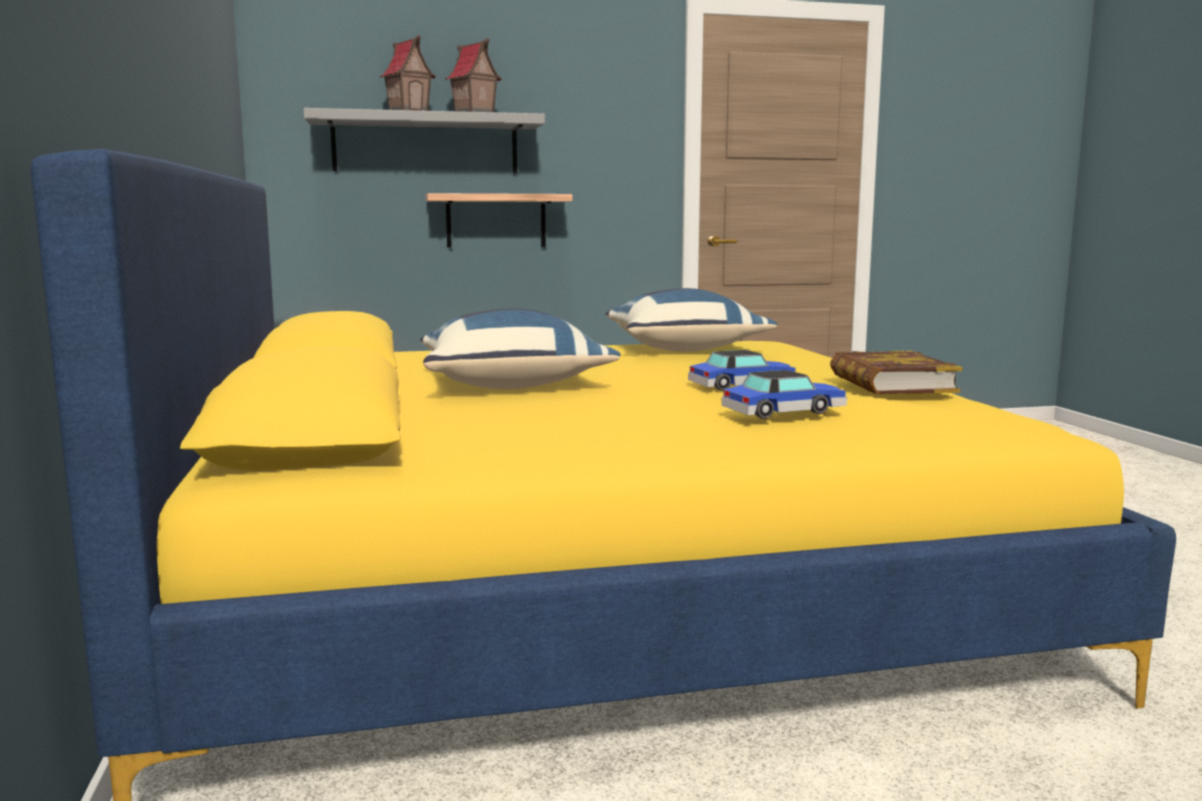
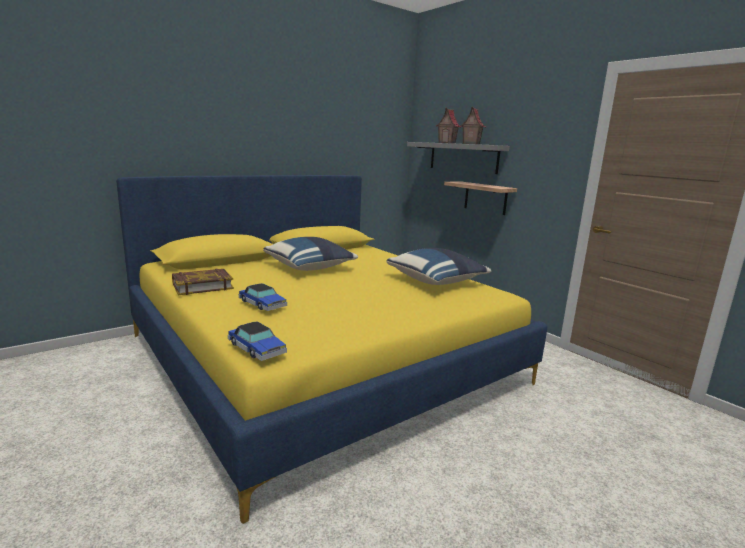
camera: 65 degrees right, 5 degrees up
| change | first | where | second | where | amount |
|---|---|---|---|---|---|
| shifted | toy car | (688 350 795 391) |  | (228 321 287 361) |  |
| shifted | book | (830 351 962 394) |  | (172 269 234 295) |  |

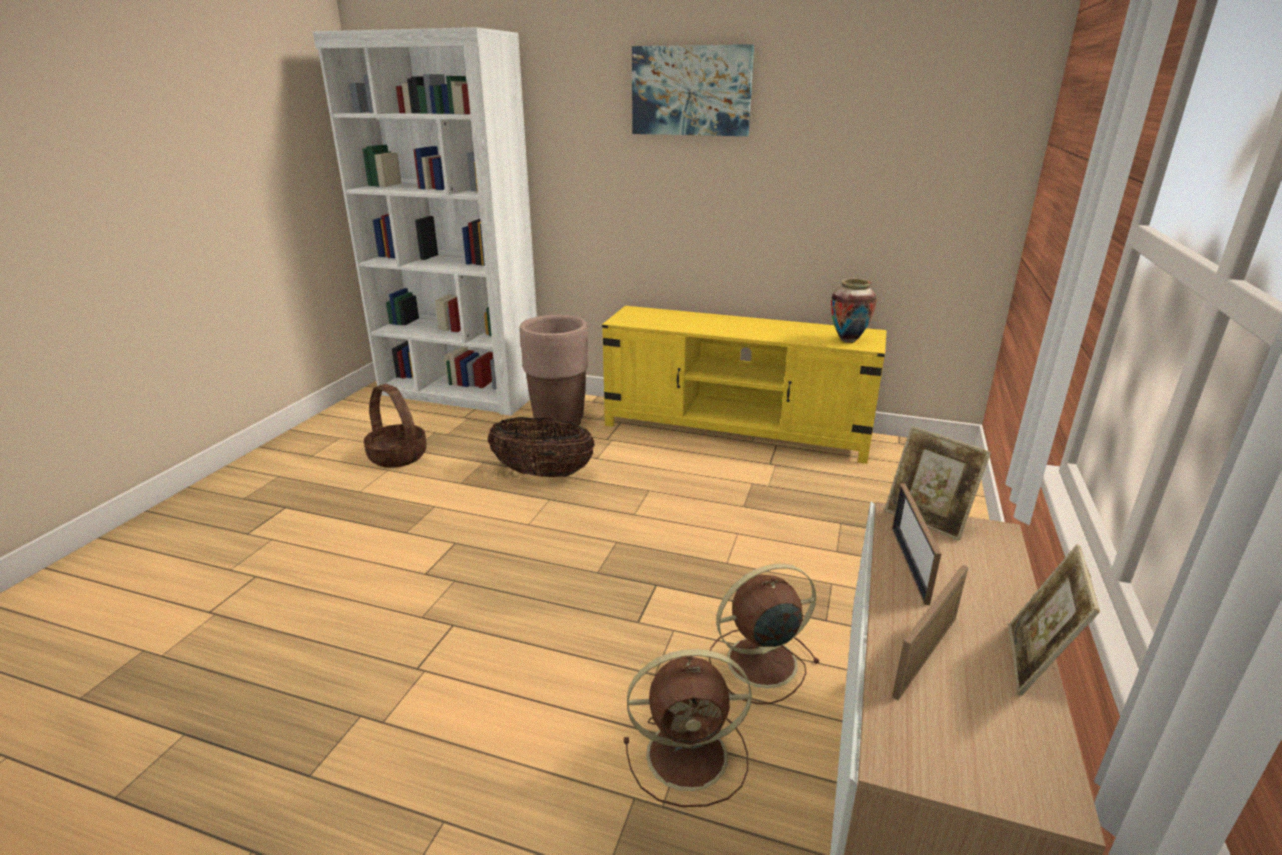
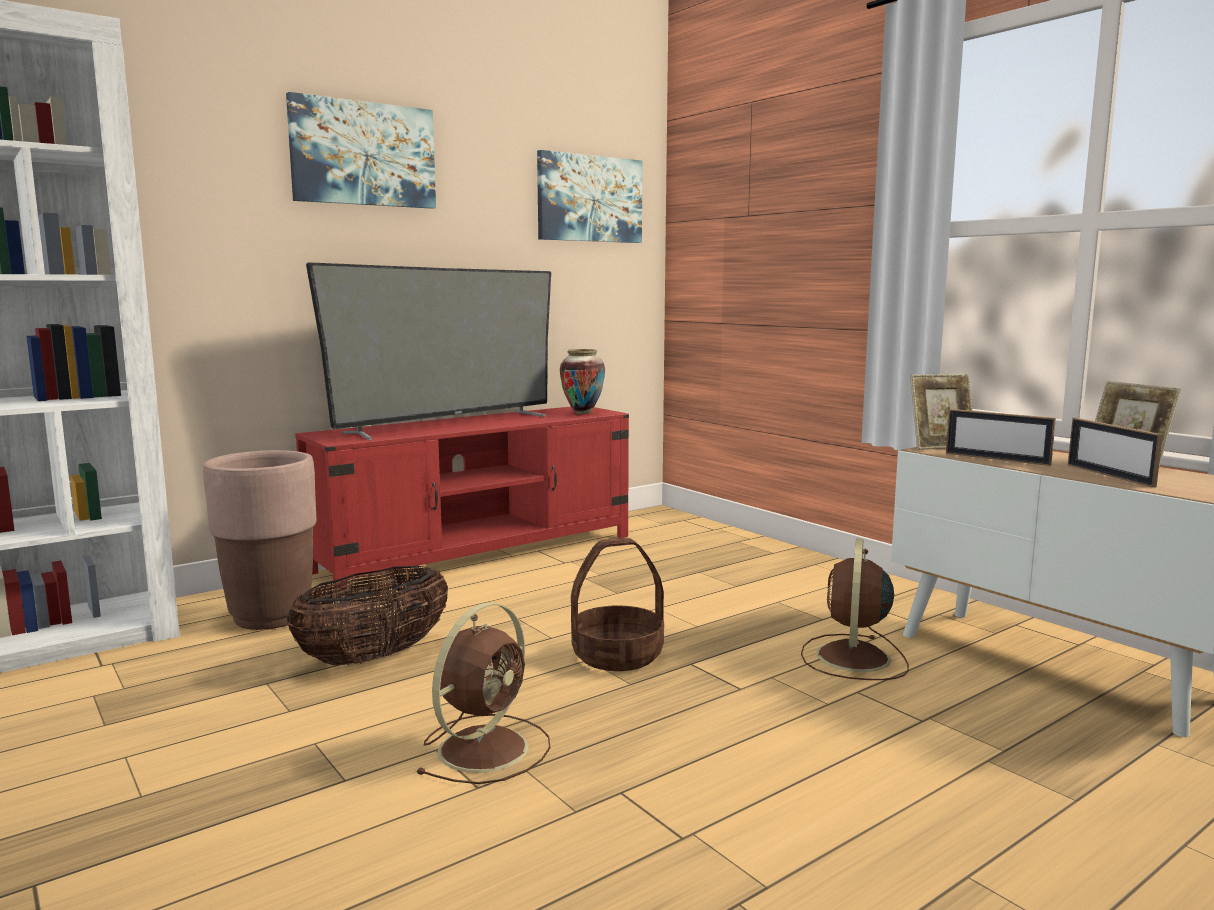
camera: 55 degrees left, 15 degrees down
| change | first | where | second | where | amount |
|---|---|---|---|---|---|
| shifted | basket | (364 384 427 468) |  | (571 537 664 671) |  |
| repainted | yellow tv stand | (602 306 887 464) | red tv stand | (295 407 629 593) |  |
| shifted | brown fan | (624 649 752 807) |  | (415 603 550 784) |  |
| new |  |  | television | (306 262 551 440) |  |
| new |  |  | picture | (537 150 642 243) |  |

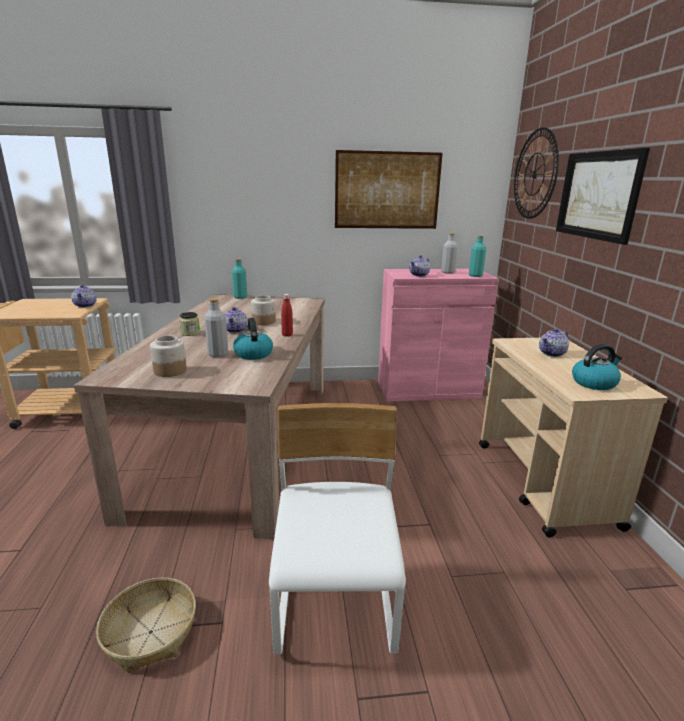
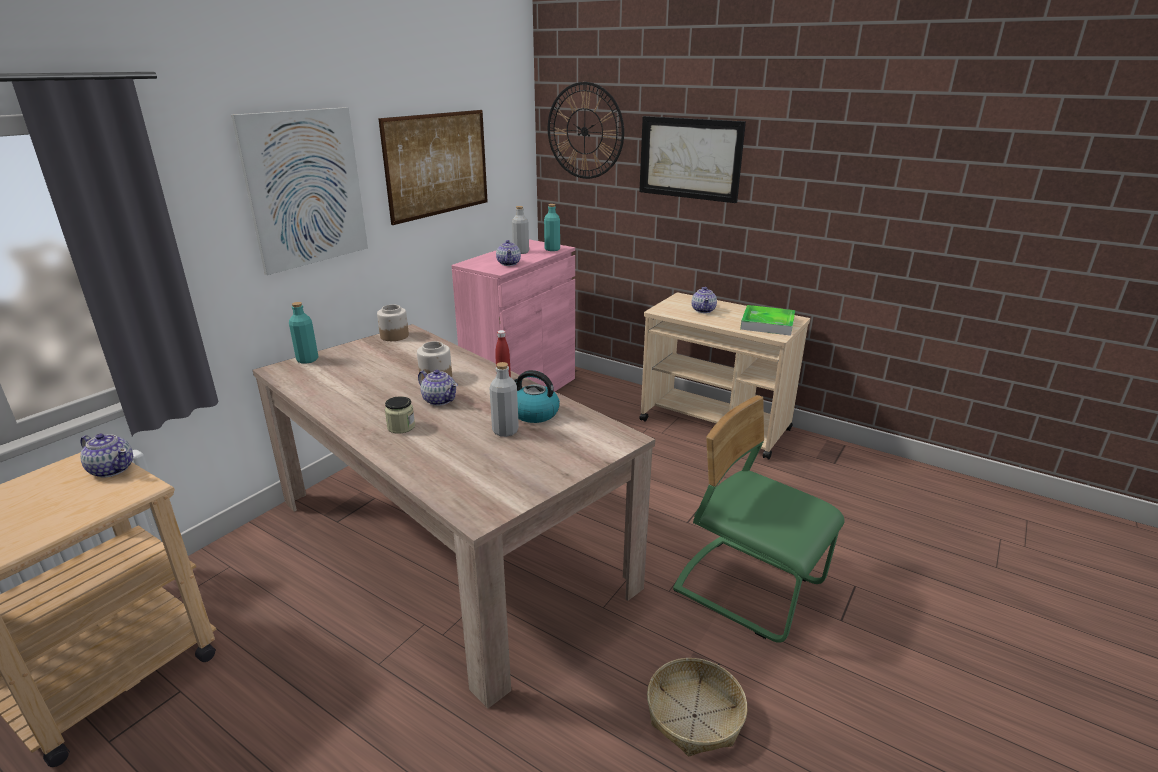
camera: 50 degrees left, 5 degrees up
| change | first | where | second | where | amount |
|---|---|---|---|---|---|
| shifted | jar | (150 335 187 377) |  | (377 305 409 341) |  |
| repainted | white chair | (269 403 406 654) | green chair | (673 395 845 643) |  |
| swapped | kettle | (572 344 622 390) | tray | (740 305 795 336) |  |
| new |  |  | picture | (231 107 368 275) |  |

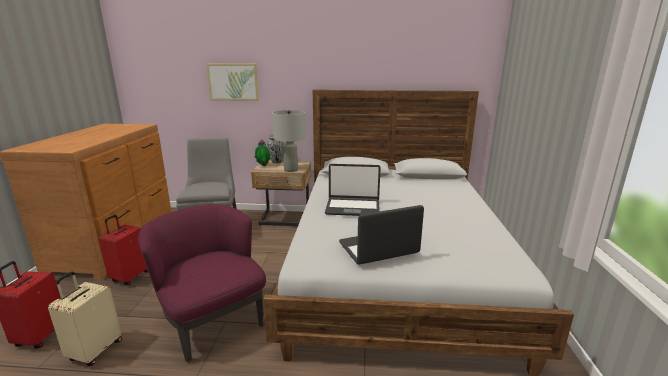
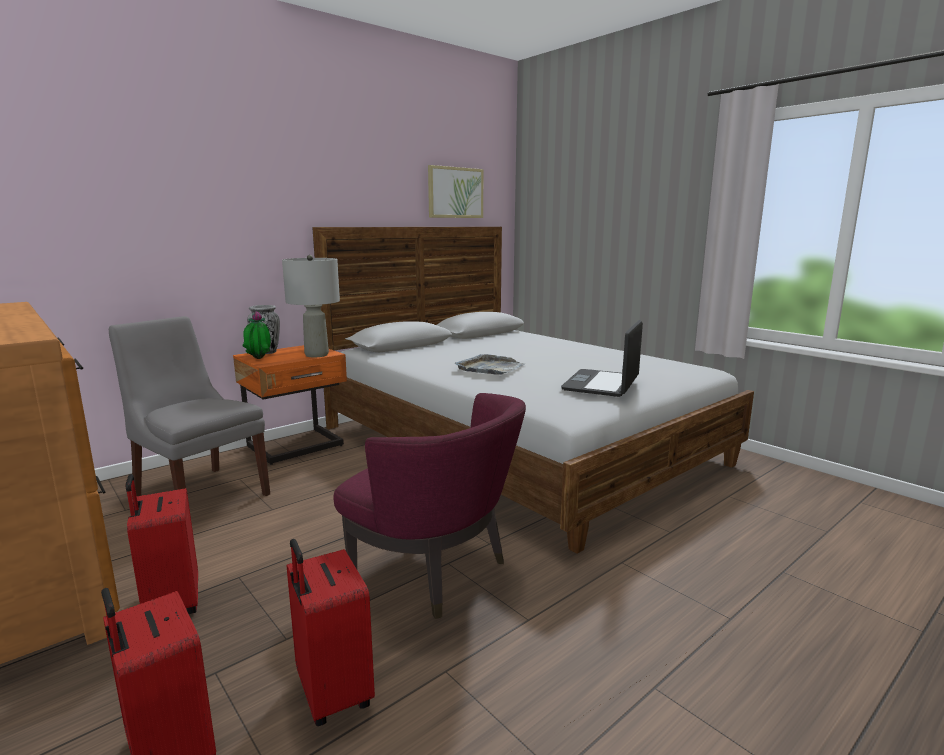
camera: 45 degrees left, 5 degrees down
| change | first | where | second | where | amount |
|---|---|---|---|---|---|
| repainted | beige suitcase | (48 272 122 366) | red suitcase | (287 539 375 726) |  |
| rotated | purple armchair | (138 205 266 363) |  | (333 393 526 619) | 150 degrees counterclockwise |
| shifted | picture | (206 63 259 101) |  | (428 165 483 218) |  |
| repainted | beige nightstand | (251 160 311 226) | orange nightstand | (233 345 347 465) |  |
| swapped | laptop | (325 164 381 216) | grey tray | (455 354 526 375) |  |

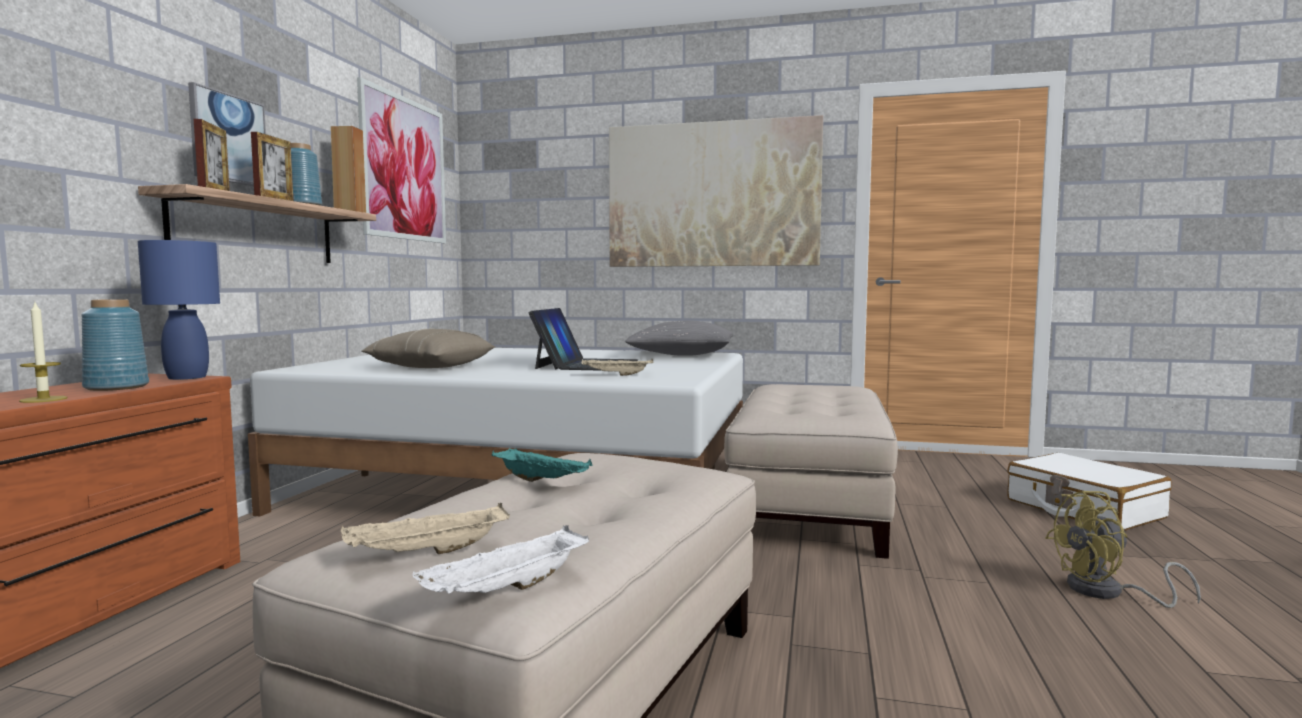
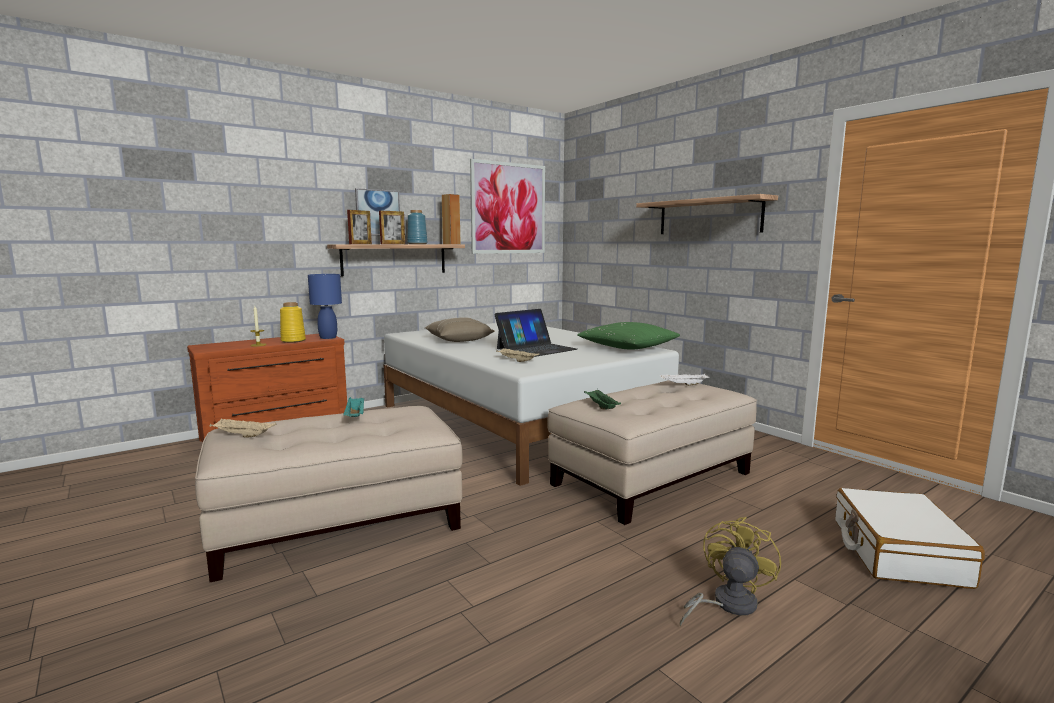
camera: 40 degrees right, 5 degrees up
| change | first | where | second | where | amount |
|---|---|---|---|---|---|
| repainted | blue vase | (82 299 149 391) | yellow vase | (280 302 306 343) |  |
| shifted | white tray | (413 525 589 594) |  | (660 373 709 386) |  |
| swapped | picture | (609 115 823 267) | shelf | (636 194 778 234) |  |
| repainted | grey pillow | (625 321 733 356) | green pillow | (577 322 680 350) |  |
| rotated | yellow fan | (1046 491 1201 608) |  | (680 517 781 627) | 90 degrees clockwise |
| new |  |  | green tray | (584 389 621 409) |  |

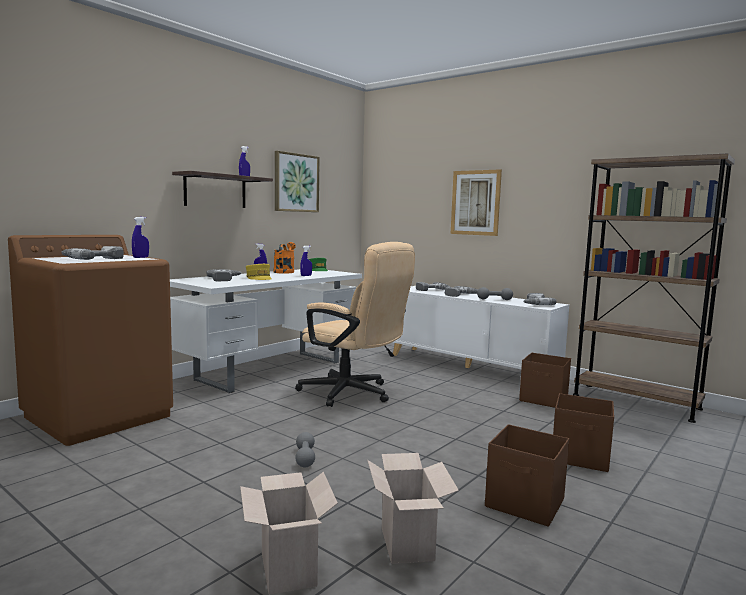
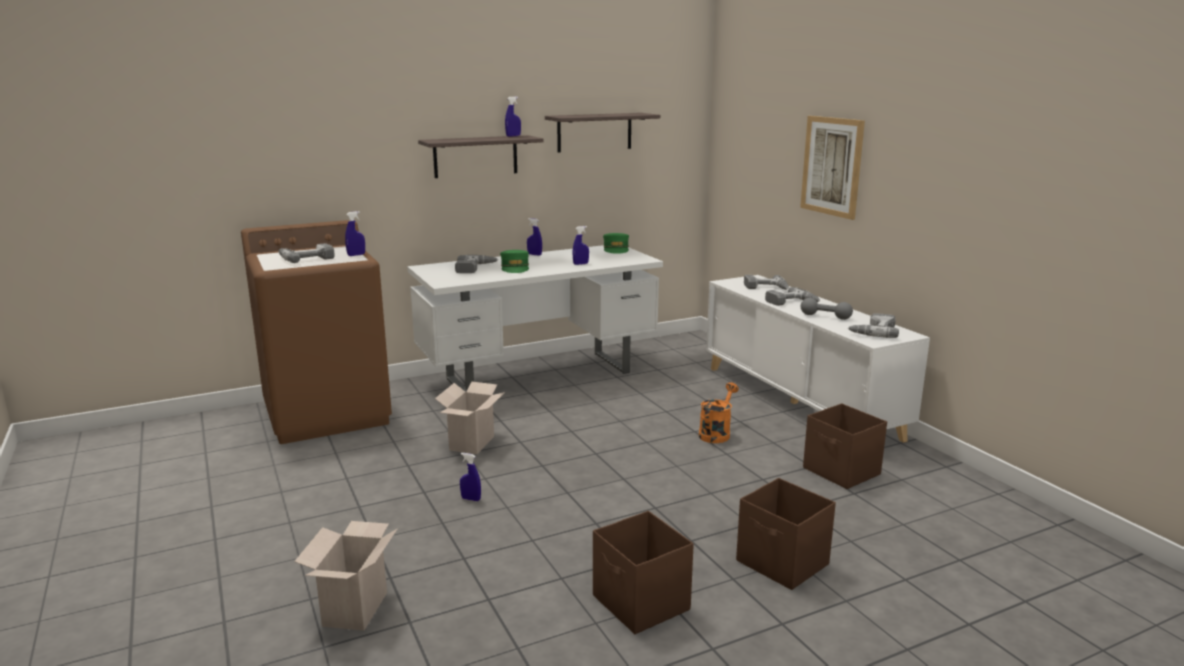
camera: 25 degrees right, 10 degrees up
| change | first | where | second | where | amount |
|---|---|---|---|---|---|
| repainted | yellow cap | (246 264 272 280) | green cap | (500 250 529 273) |  |
| shifted | orange watering can | (273 242 296 274) |  | (699 382 739 443) |  |
| swapped | picture | (275 151 320 212) | shelf | (545 113 660 153) |  |
| gone | beige office chair | (295 242 415 407) |  |  |  |
| swapped | grey dumbbell | (295 432 315 467) | blue spray bottle | (460 453 481 501) |  |
| shifted | cardboard box | (367 453 459 564) |  | (435 382 505 454) |  |
| gone | brown bookcase | (573 153 735 423) |  |  |  |

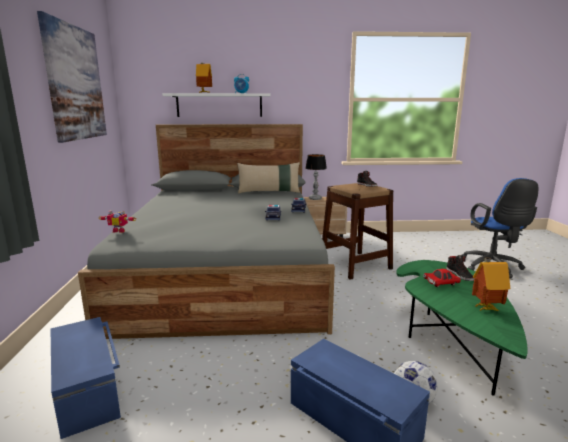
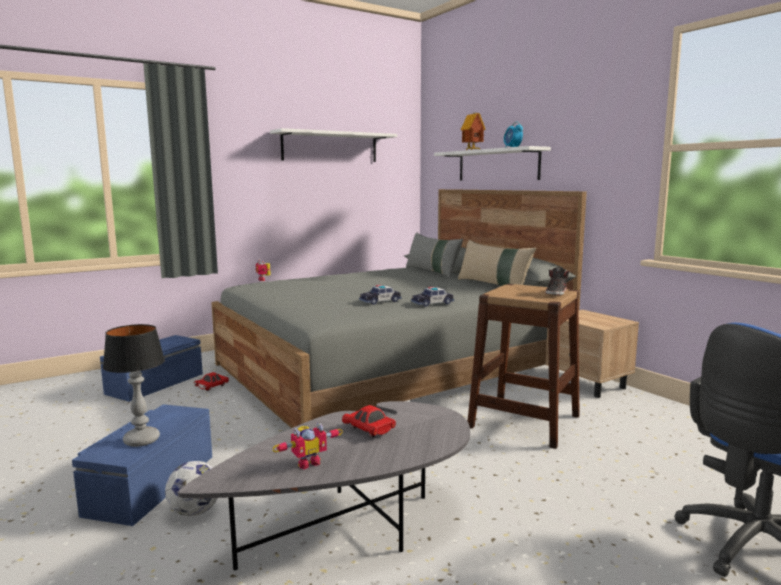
camera: 60 degrees right, 5 degrees down
| change | first | where | second | where | amount |
|---|---|---|---|---|---|
| swapped | picture | (37 11 107 143) | white shelf | (270 128 397 162) |  |
| shifted | table lamp | (305 154 327 200) |  | (103 324 165 447) |  |
| repainted | green coffee table | (396 260 528 396) | grey coffee table | (178 401 470 570) |  |
| gone | black shoe | (446 255 474 281) |  |  |  |
| swapped | toy house | (472 258 511 311) | toy robot | (272 422 343 469) |  |
| new |  |  | red toy car | (194 372 229 391) |  |
| new |  |  | grey pillow | (406 233 463 278) |  |

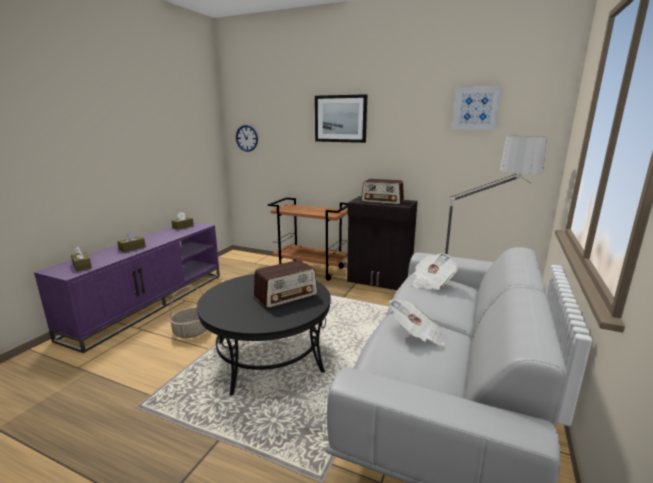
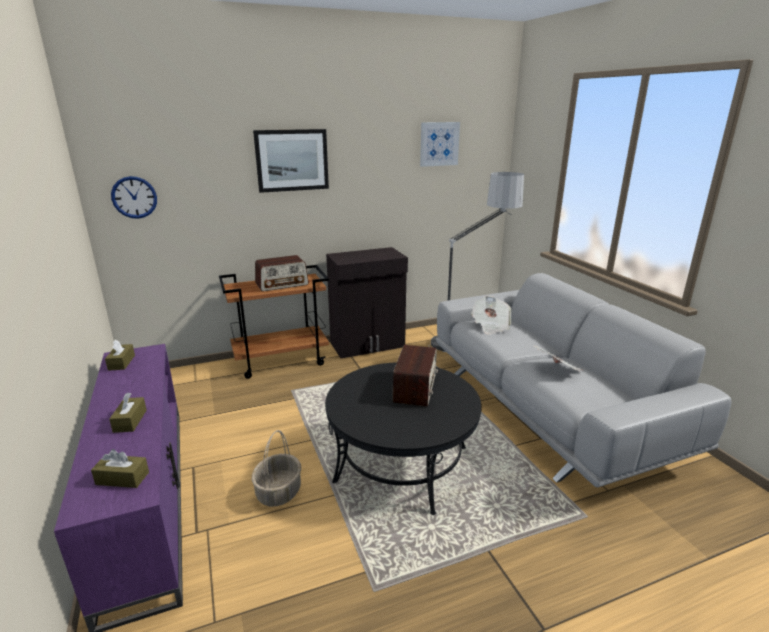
camera: 45 degrees left, 5 degrees up
| change | first | where | second | where | amount |
|---|---|---|---|---|---|
| shifted | radio | (361 179 404 204) |  | (255 255 309 291) |  |

